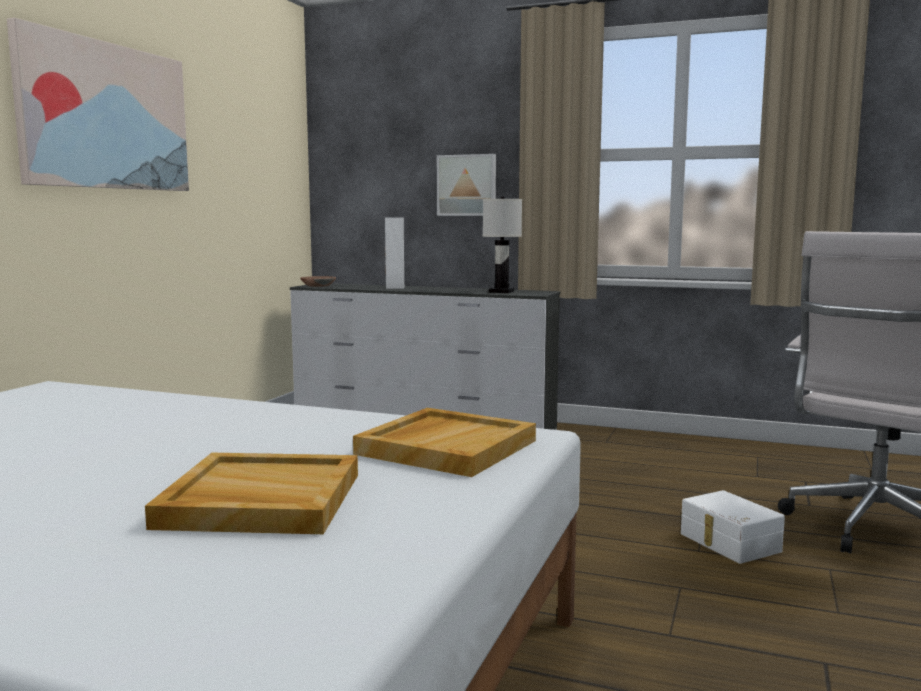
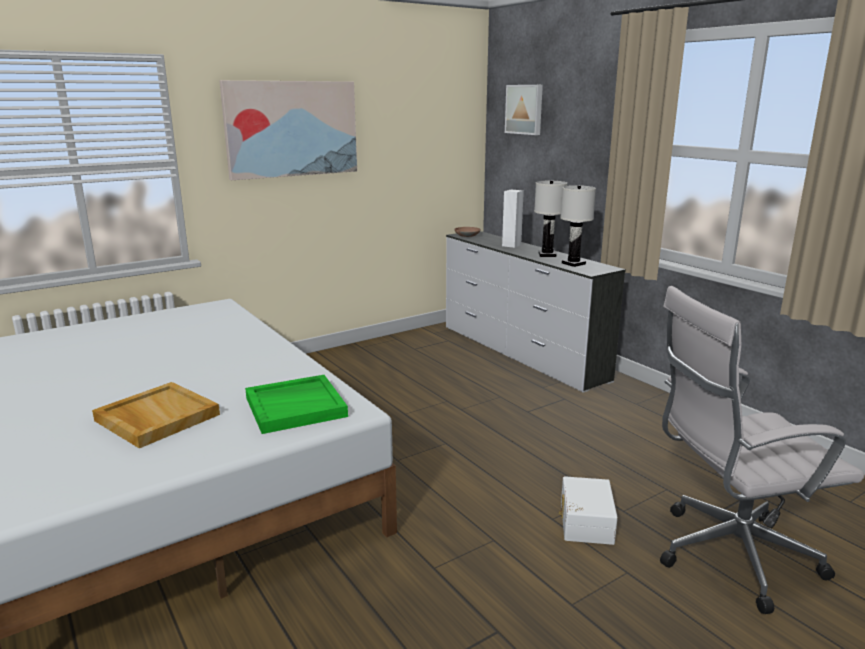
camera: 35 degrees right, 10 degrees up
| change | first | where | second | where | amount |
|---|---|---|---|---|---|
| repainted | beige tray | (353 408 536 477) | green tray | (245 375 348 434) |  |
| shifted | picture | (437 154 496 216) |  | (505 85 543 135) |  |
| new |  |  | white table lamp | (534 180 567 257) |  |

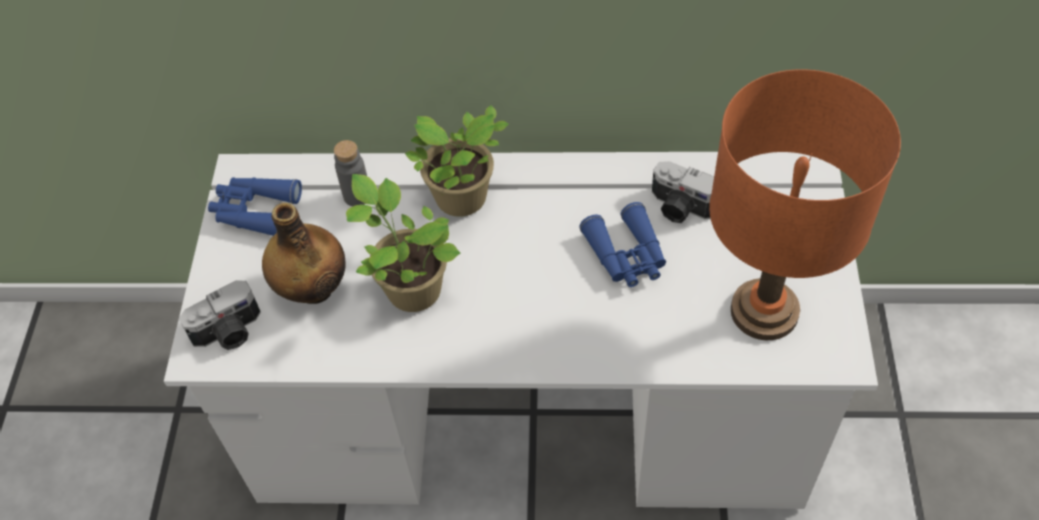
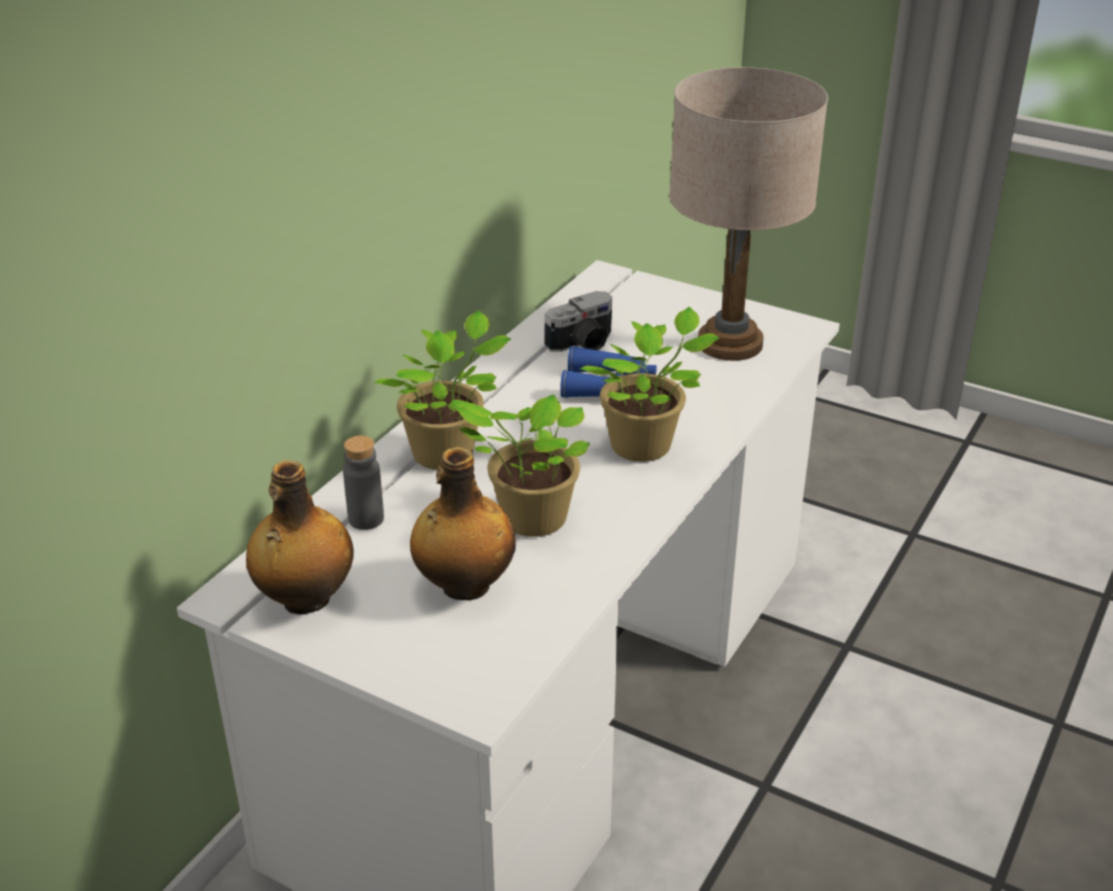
camera: 65 degrees left, 20 degrees down
| change | first | where | second | where | amount |
|---|---|---|---|---|---|
| gone | photo camera | (178 280 261 350) |  |  |  |
| swapped | blue binoculars | (208 177 302 236) | bottle | (246 460 354 615) |  |
| repainted | orange table lamp | (709 69 901 340) | beige table lamp | (669 67 828 361) |  |
| new |  |  | potted plant | (580 307 720 462) |  |

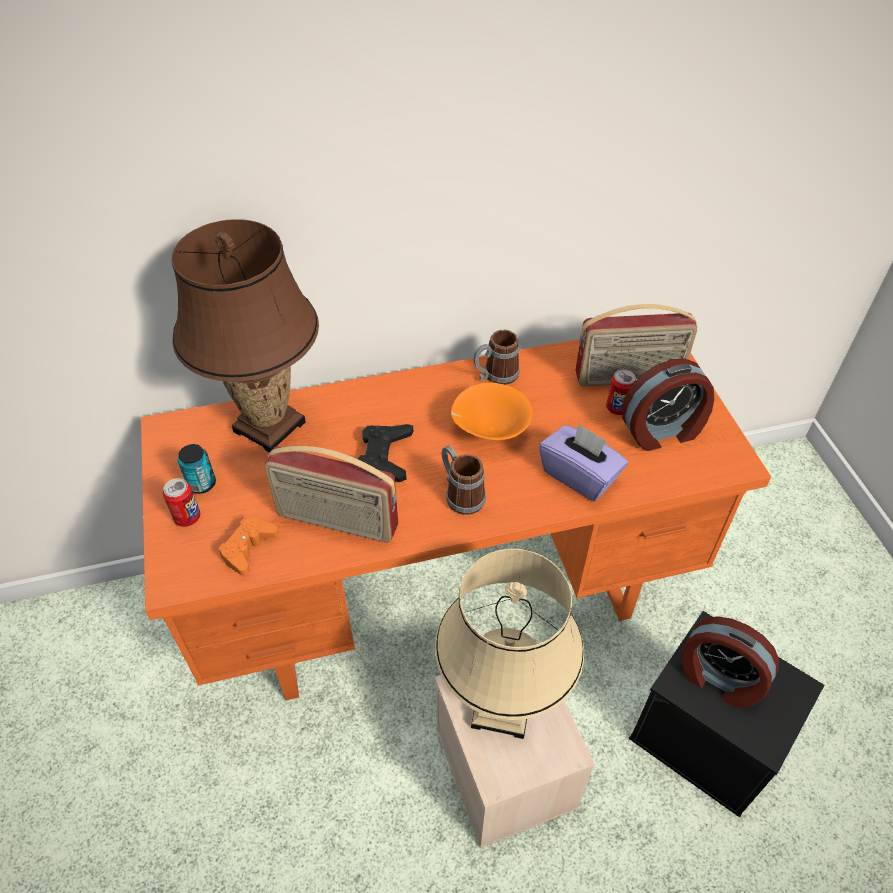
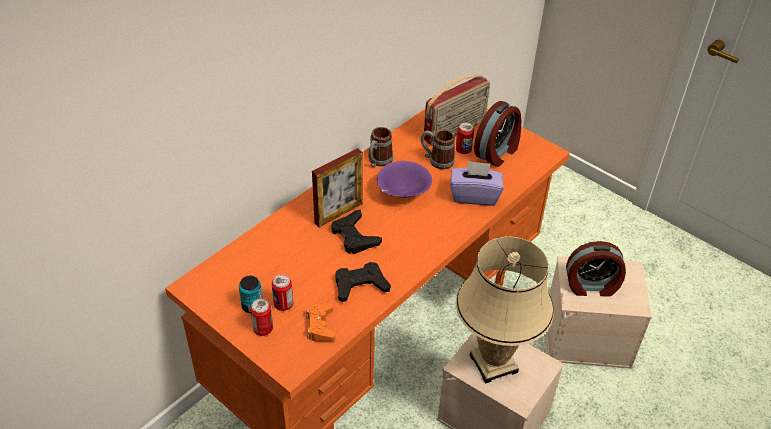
camera: 35 degrees left, 5 degrees down
| change | first | where | second | where | amount |
|---|---|---|---|---|---|
| gone | brown table lamp | (172 219 319 453) |  |  |  |
| swapped | radio | (265 446 398 543) | black game controller | (335 262 391 302) |  |
| shifted | mug | (442 445 486 515) |  | (421 130 455 169) |  |
| repainted | orange bowl | (451 383 532 440) | purple bowl | (377 161 432 198) |  |
| repainted | black storage box | (629 611 824 817) | beige storage box | (546 256 652 369) |  |
| new |  |  | can | (272 274 293 311) |  |
| new |  |  | picture frame | (312 148 363 227) |  |

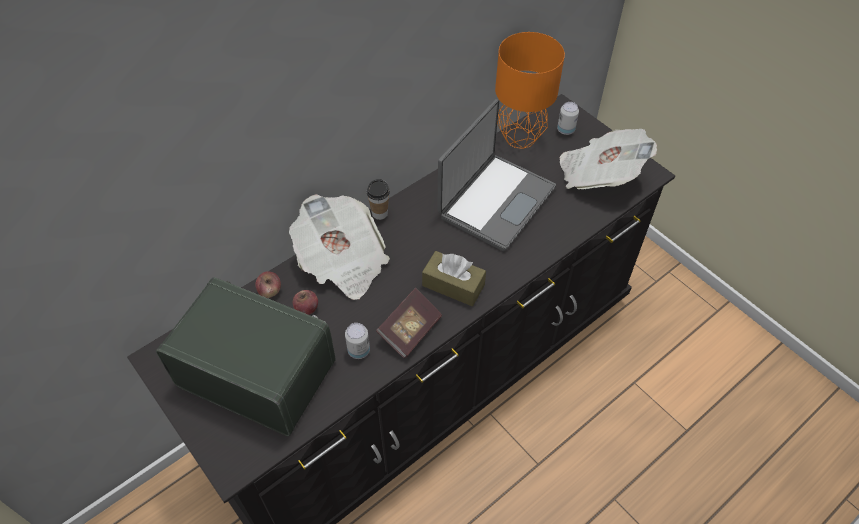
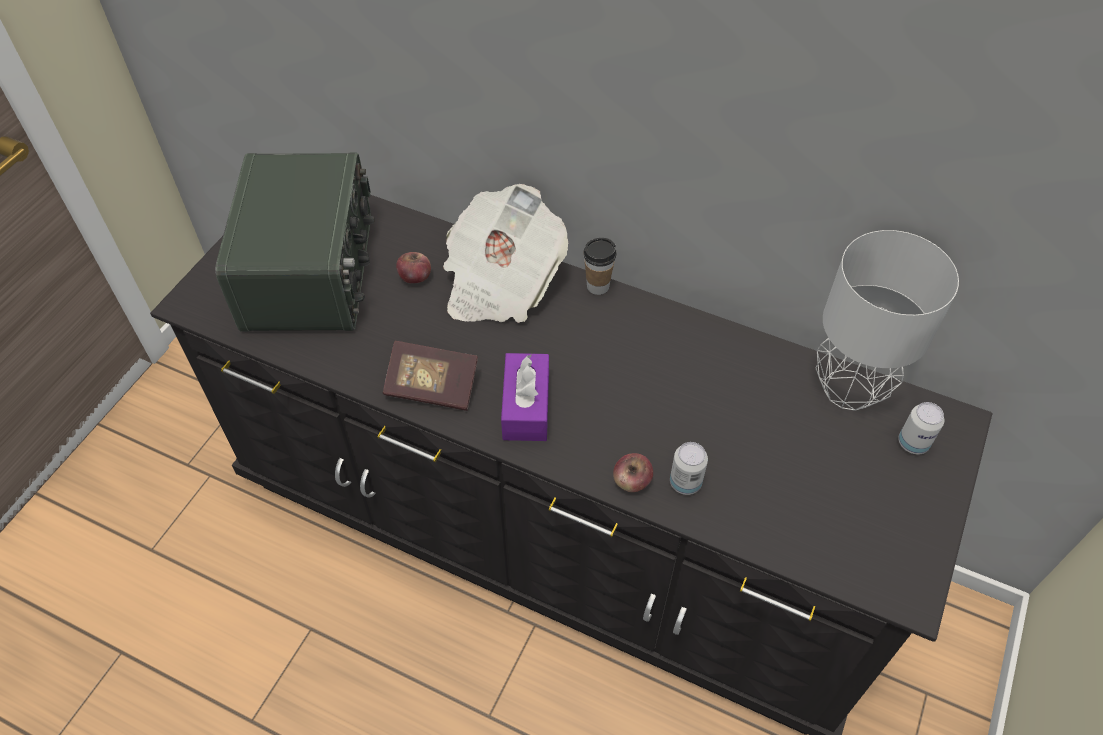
camera: 65 degrees right, 0 degrees up
| change | first | where | second | where | amount |
|---|---|---|---|---|---|
| shifted | apple | (255 271 281 298) |  | (613 453 653 492) |  |
| shifted | can | (345 323 370 359) |  | (670 442 708 495) |  |
| repainted | brown tissue box | (422 251 486 306) | purple tissue box | (501 353 549 441) |  |
| gone | laptop | (437 99 556 251) |  |  |  |
| repainted | orange table lamp | (495 32 565 149) | grey table lamp | (815 230 959 411) |  |
| gone | newspaper | (559 129 657 189) |  |  |  |

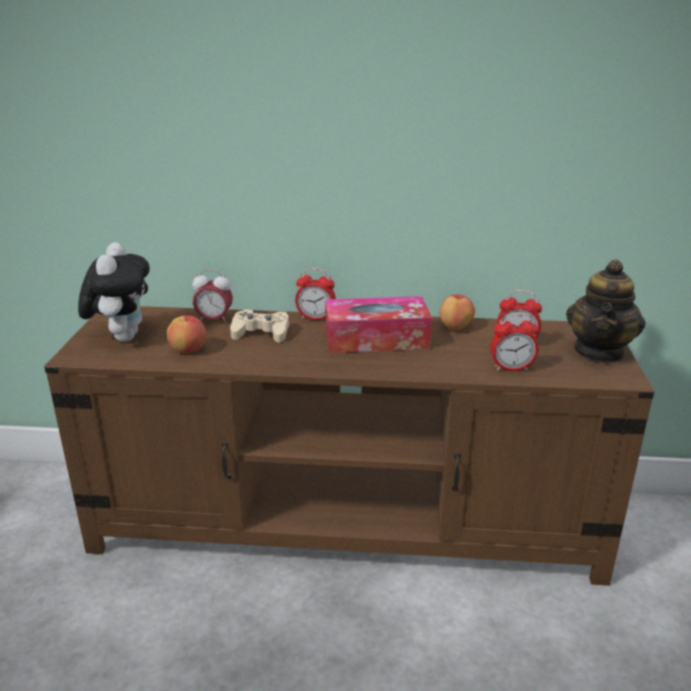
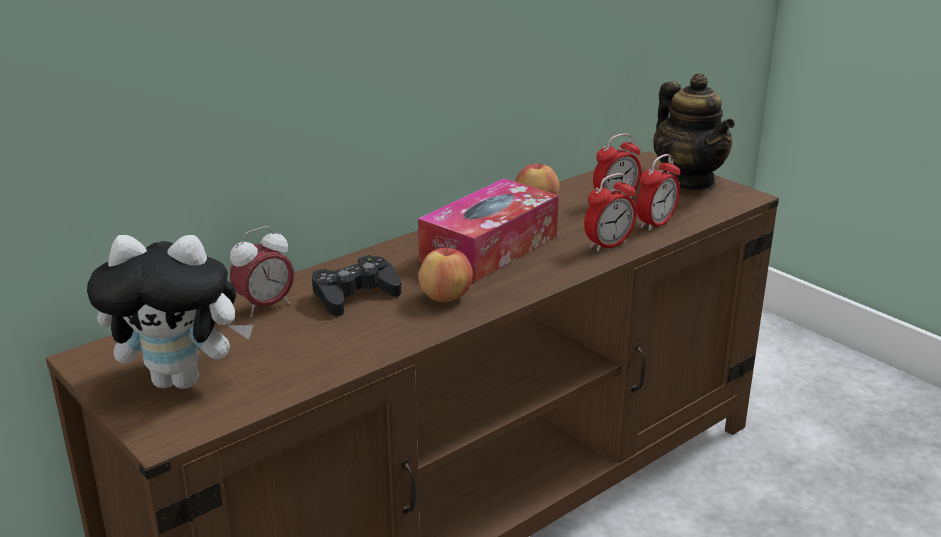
camera: 45 degrees left, 0 degrees up
| change | first | where | second | where | amount |
|---|---|---|---|---|---|
| rotated | plush toy | (78 242 150 342) |  | (87 235 253 389) | 135 degrees clockwise |
| shifted | apple | (167 315 206 353) |  | (418 246 473 302) |  |
| repainted | beige game controller | (230 309 289 343) | black game controller | (312 255 401 316) |  |
| shifted | alarm clock | (295 268 336 320) |  | (584 173 637 252) |  |

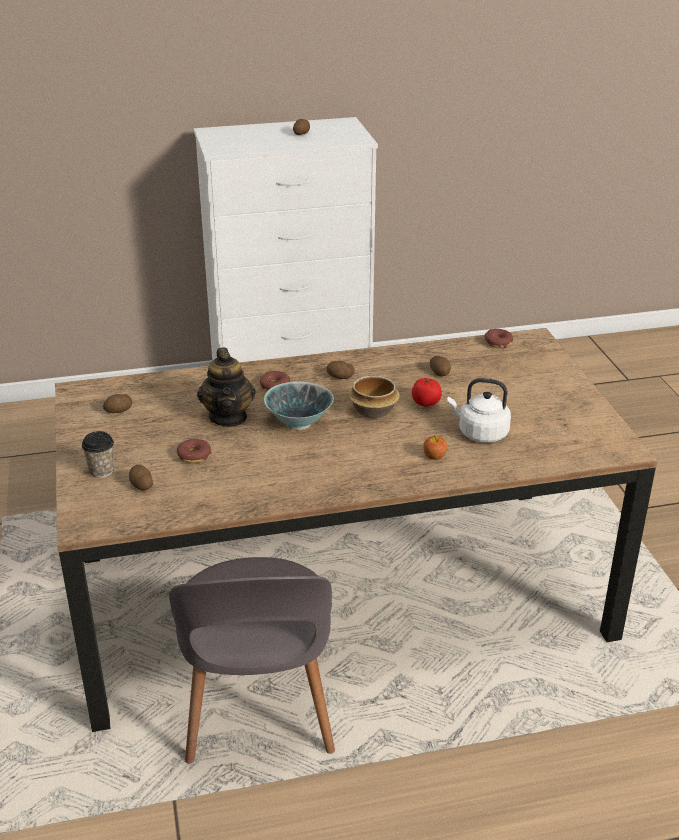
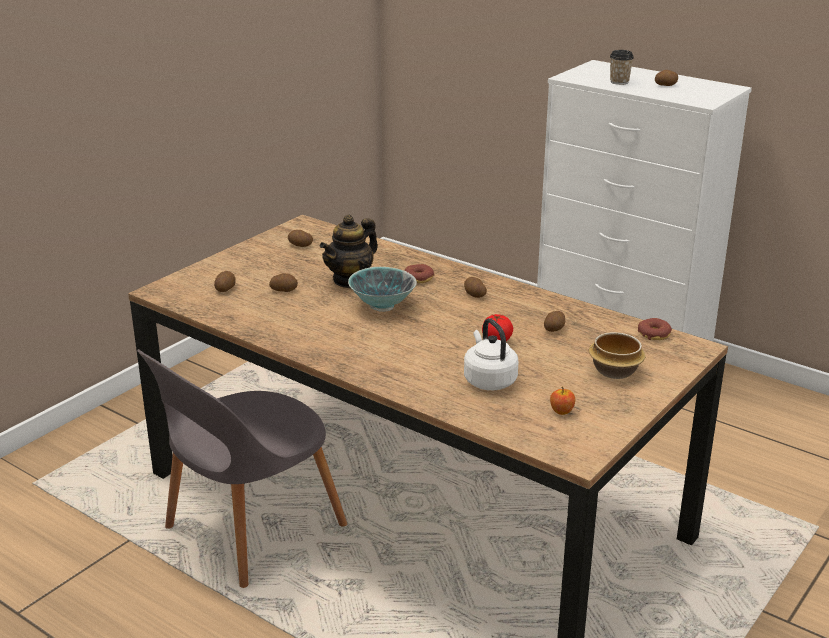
camera: 50 degrees right, 5 degrees down
| change | first | where | second | where | amount |
|---|---|---|---|---|---|
| shifted | cup | (82 431 114 478) |  | (610 50 634 85) |  |
| swapped | donut | (177 439 212 463) | potato | (269 273 298 292) |  |
| shifted | bowl | (348 376 400 419) |  | (589 332 646 379) |  |
| shifted | apple | (423 435 447 460) |  | (550 387 575 415) |  |

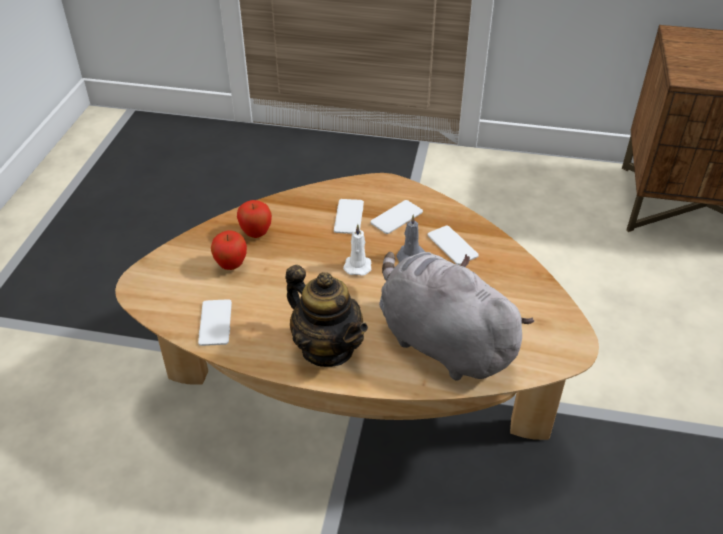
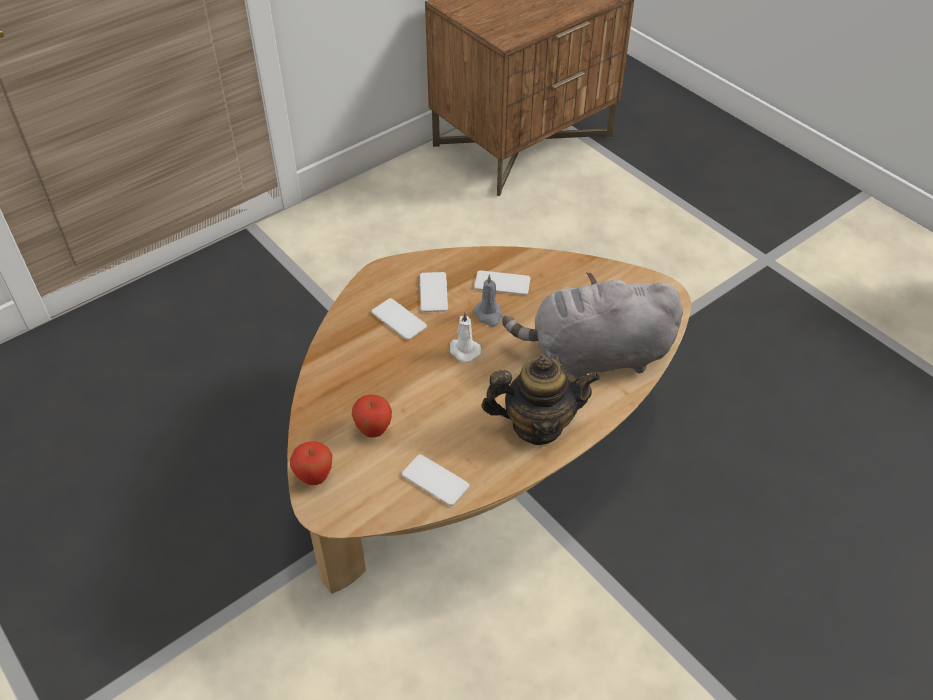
camera: 50 degrees left, 5 degrees up
| change | first | where | second | where | amount |
|---|---|---|---|---|---|
| shifted | apple | (237 200 272 238) |  | (290 441 332 485) |  |

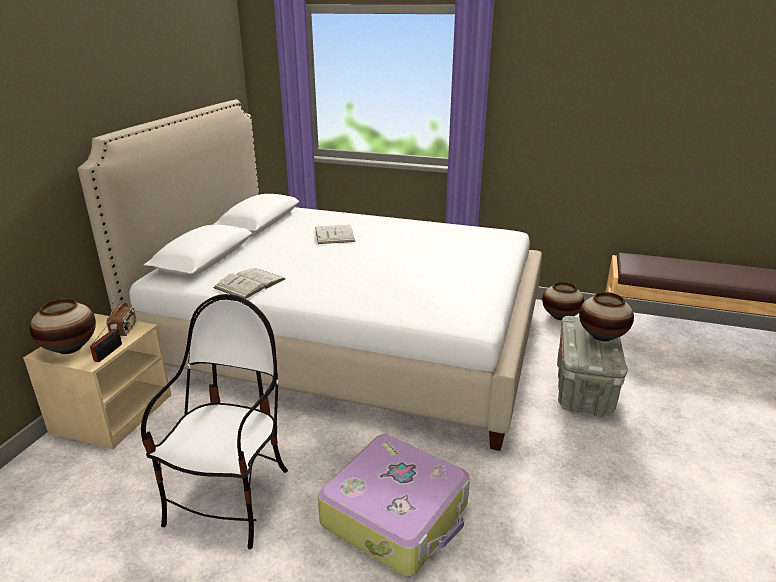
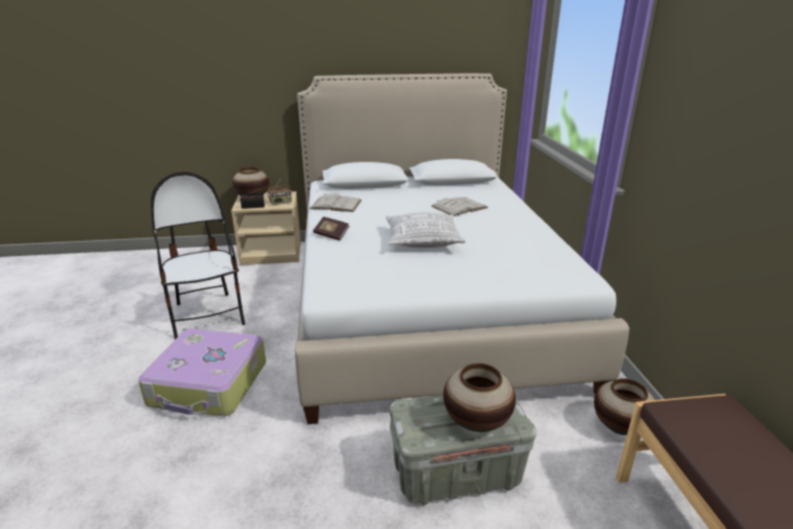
camera: 65 degrees right, 0 degrees up
| change | first | where | second | where | amount |
|---|---|---|---|---|---|
| rotated | chair | (141 294 288 549) |  | (151 172 245 339) | 105 degrees counterclockwise |
| new |  |  | book | (313 217 349 241) |  |
| new |  |  | pillow | (386 213 466 248) |  |

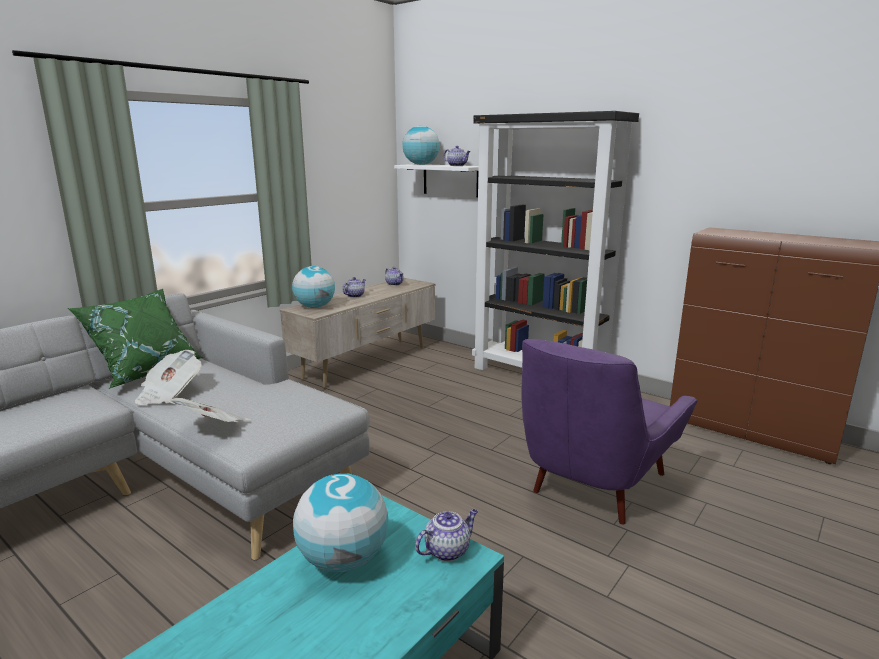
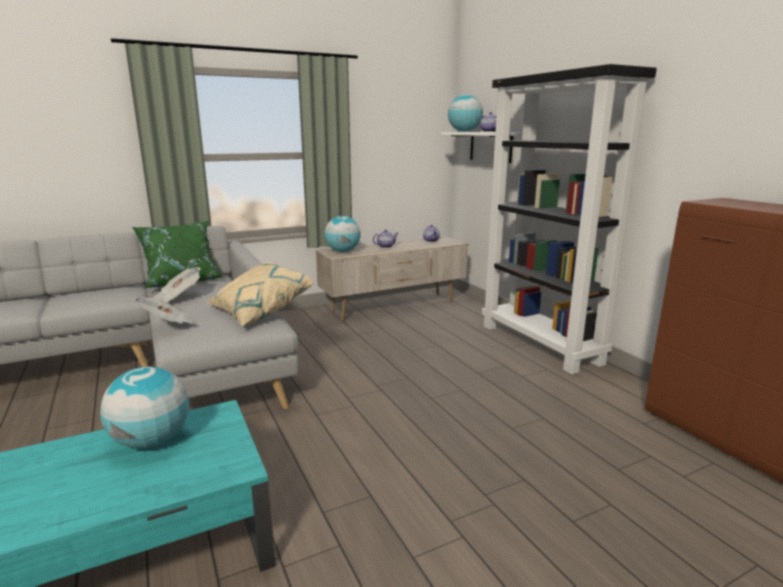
camera: 25 degrees right, 0 degrees up
| change | first | where | second | where | amount |
|---|---|---|---|---|---|
| gone | teapot | (415 509 478 561) |  |  |  |
| gone | purple armchair | (521 339 698 525) |  |  |  |
| new |  |  | beige pillow | (207 262 314 326) |  |

